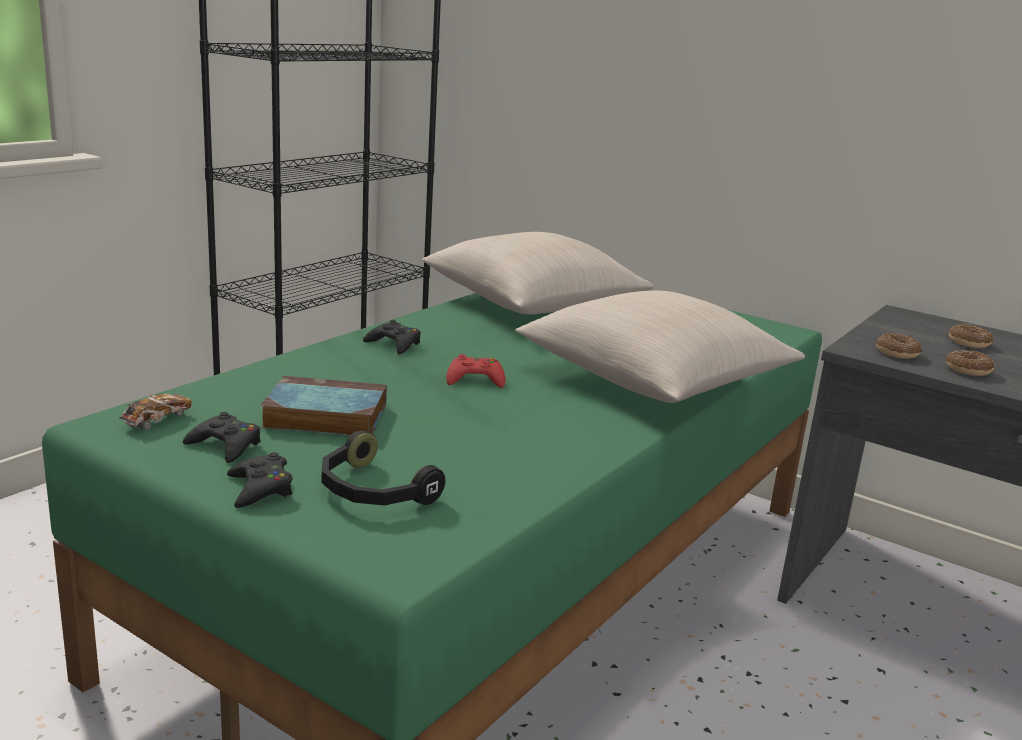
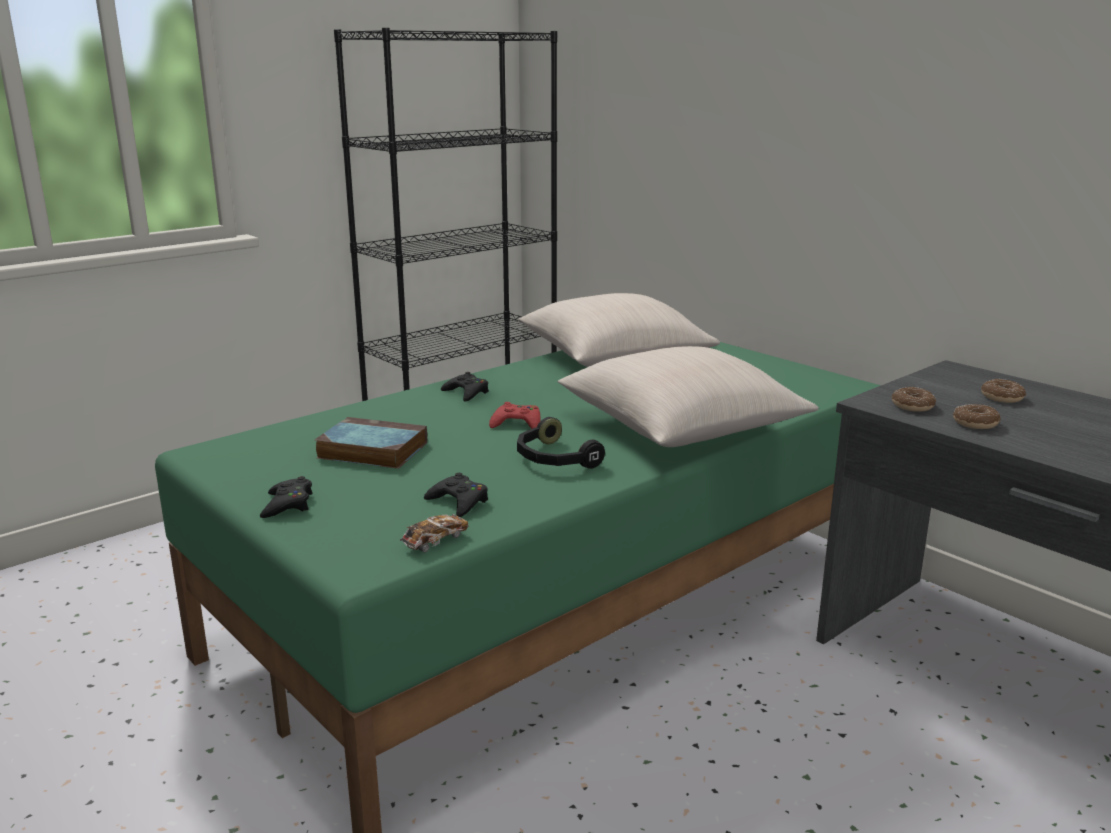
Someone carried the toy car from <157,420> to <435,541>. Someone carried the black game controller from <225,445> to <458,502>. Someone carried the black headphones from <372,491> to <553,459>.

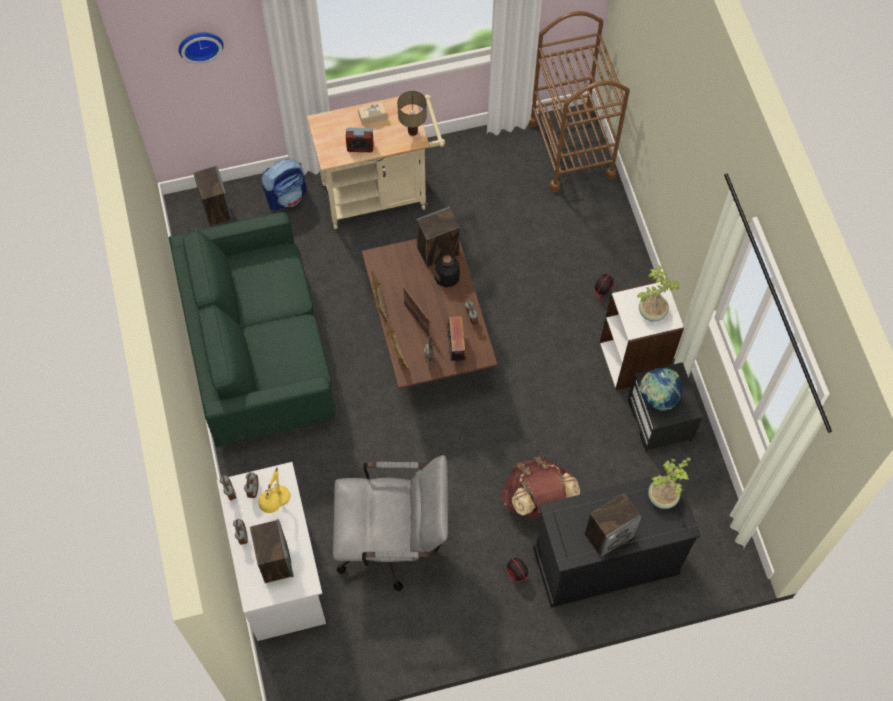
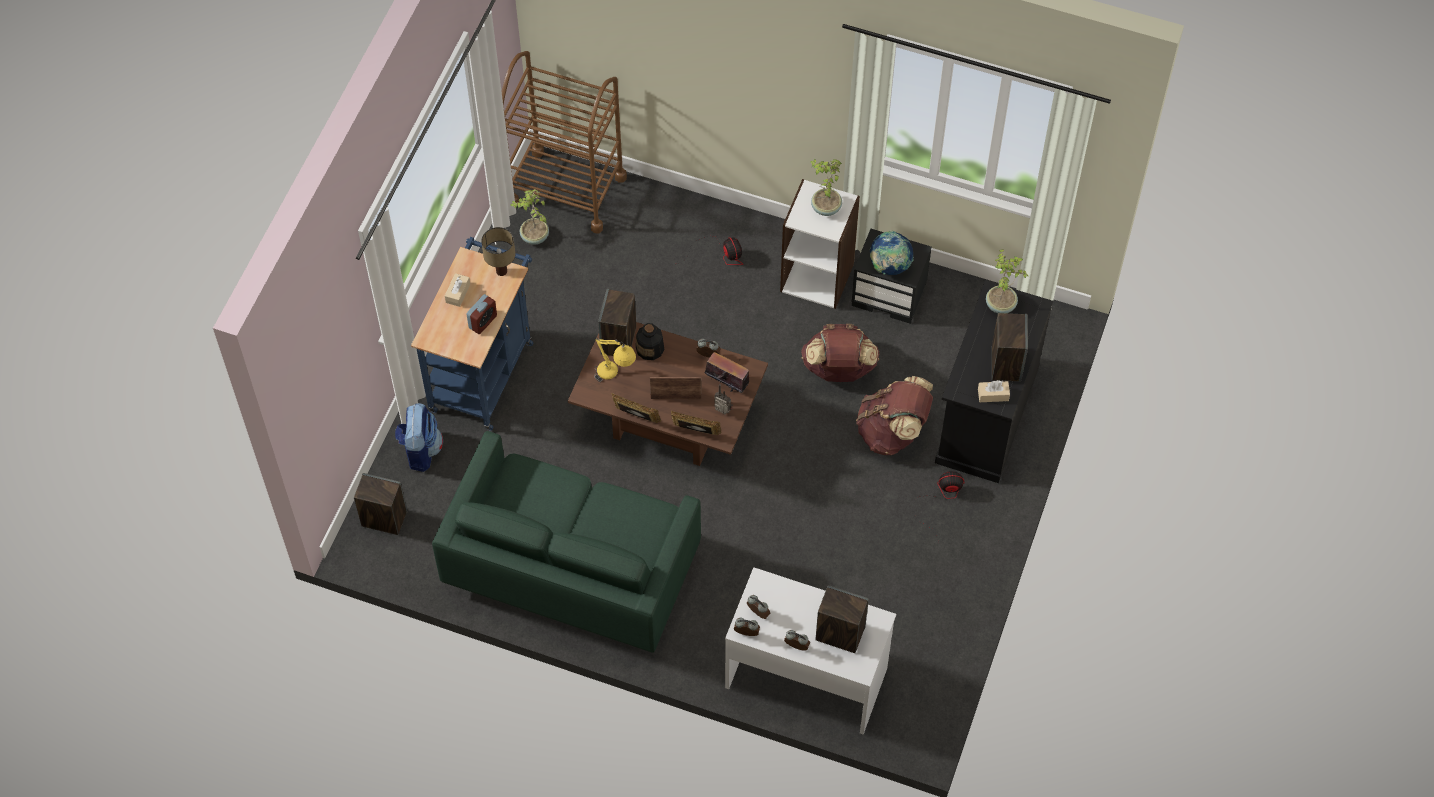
Someone took away the wall clock at <200,44>. Someone repainted the beige cart at <380,193>, which became the blue cart at <484,370>. Someone took away the grey office chair at <393,542>. Someone carried the yellow table lamp from <277,506> to <615,377>. Someone put down the potted plant at <534,237>. Someone put down the brown backpack at <839,370>. Someone put down the beige tissue box at <993,395>.

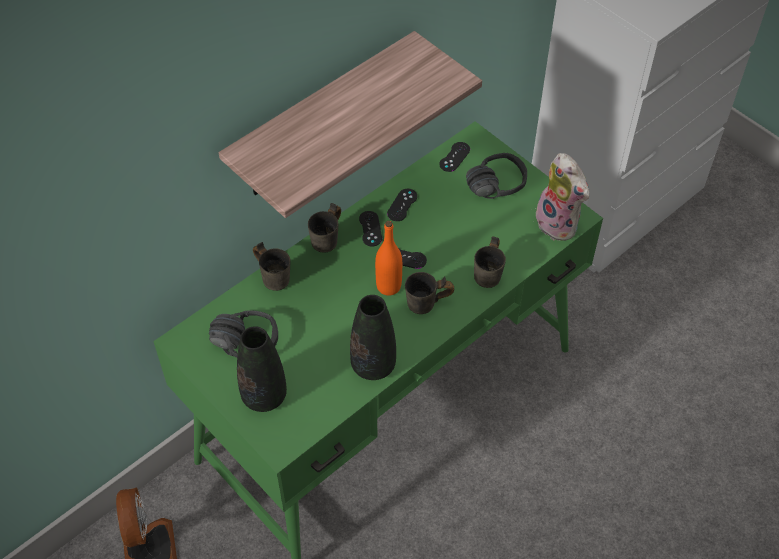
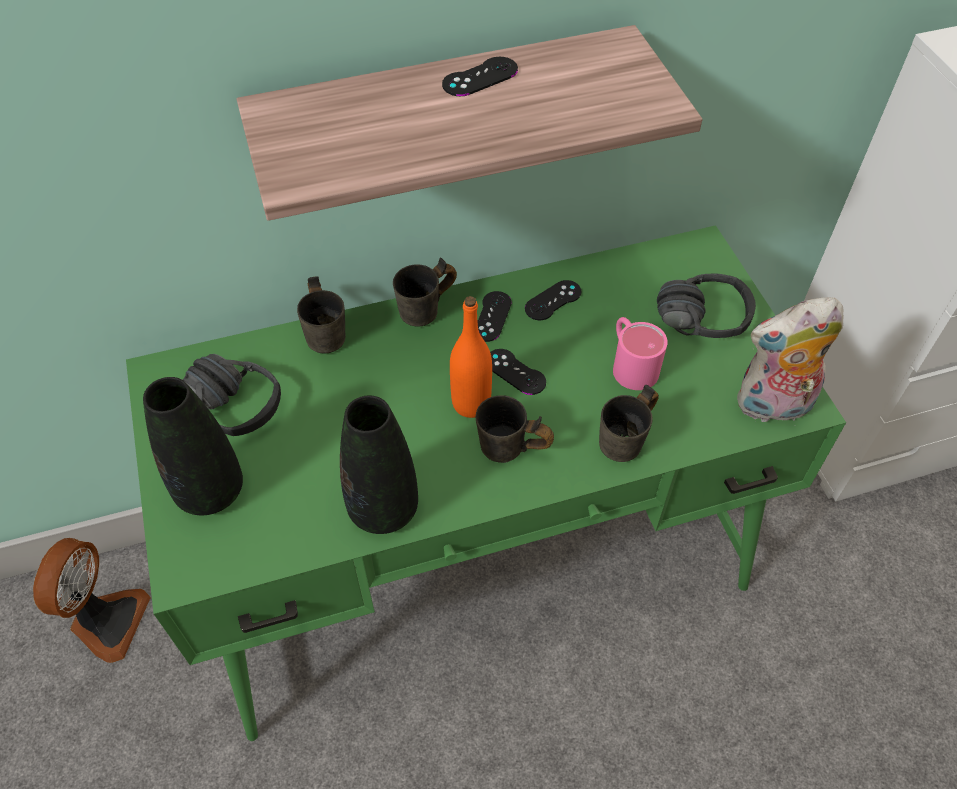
Someone carried the black game controller from <454,157> to <480,77>. Someone rotated the plush toy at <560,224> by 90 degrees clockwise. Someone put down the pink mug at <630,363>.

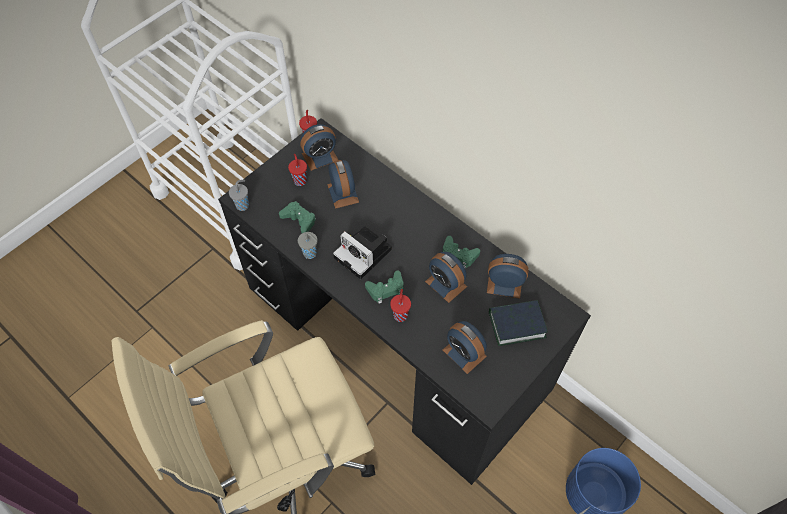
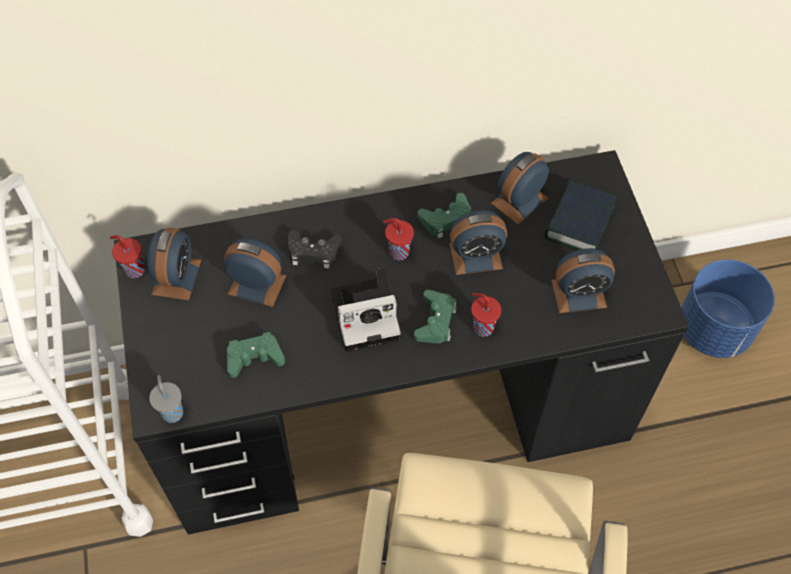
Someone carried the red cup from <300,180> to <398,252>. Someone took away the grey cup at <310,254>. Someone put down the black game controller at <313,252>.

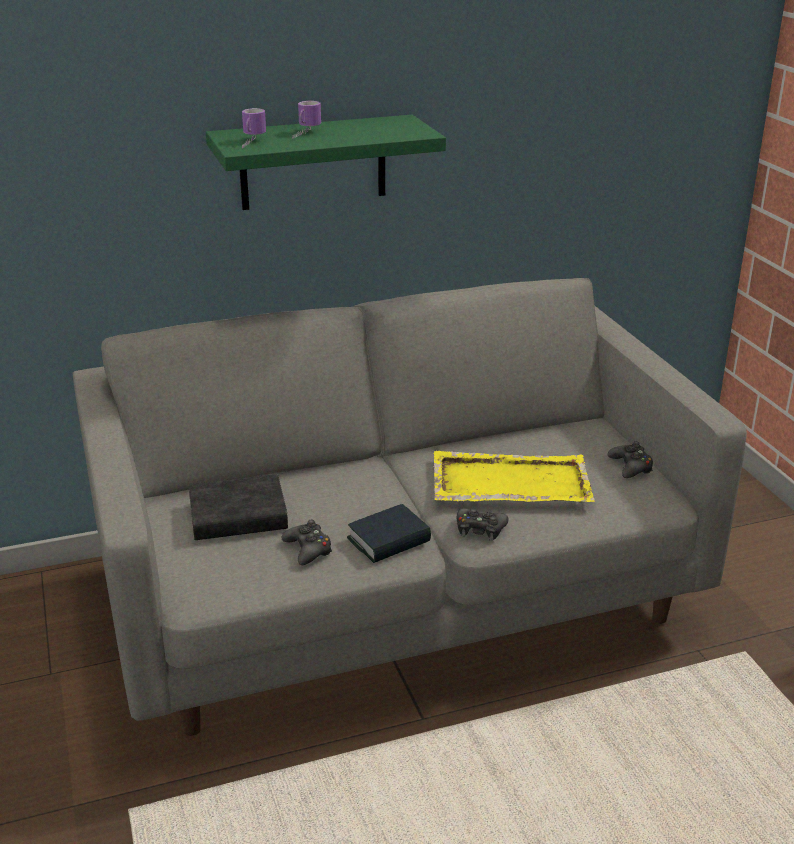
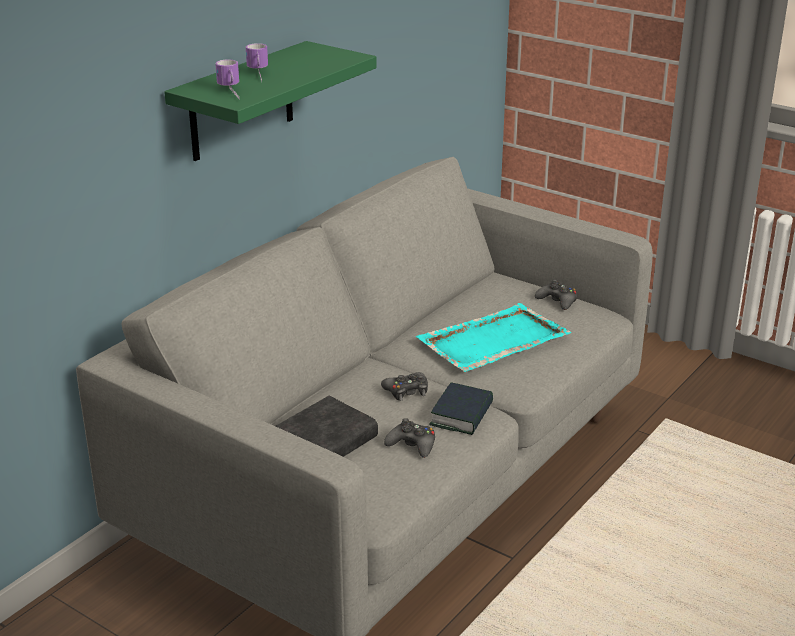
Someone repainted the yellow tray at <509,483>, which became the turquoise tray at <492,342>. Someone carried the black game controller from <480,529> to <406,391>.

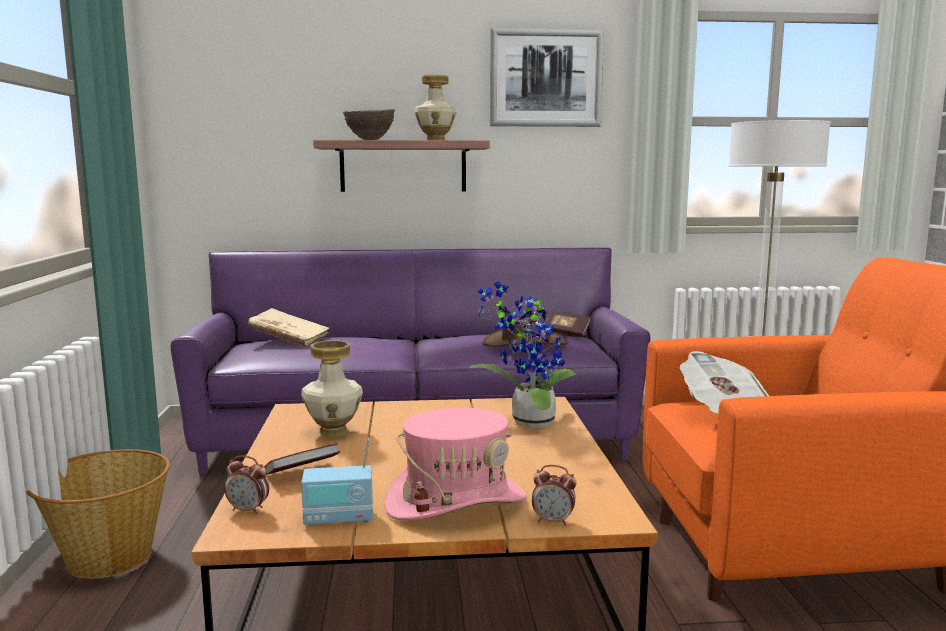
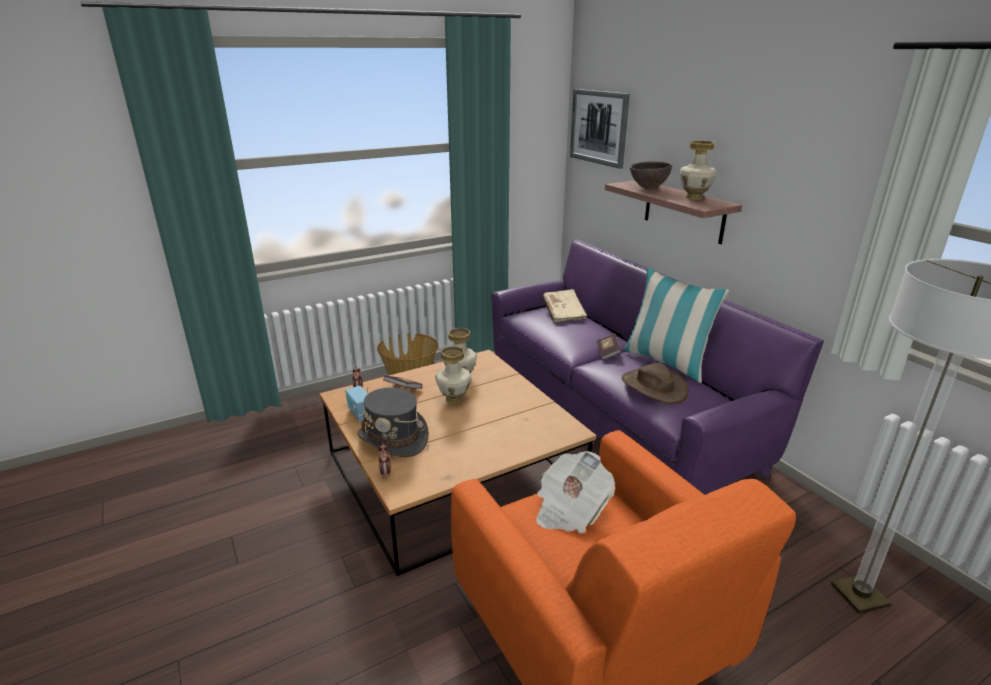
Someone carried the picture from <545,78> to <599,127>. Someone took away the potted plant at <527,422>. Someone carried the book from <566,333> to <607,353>. Someone repainted the pink hat at <456,502>, which became the grey hat at <394,438>. Someone put down the pillow at <666,362>. Someone put down the vase at <454,399>.

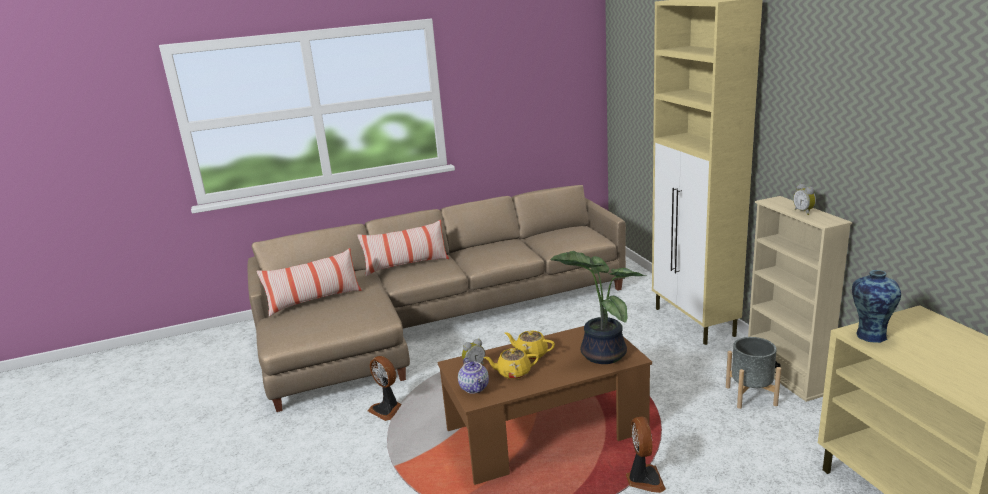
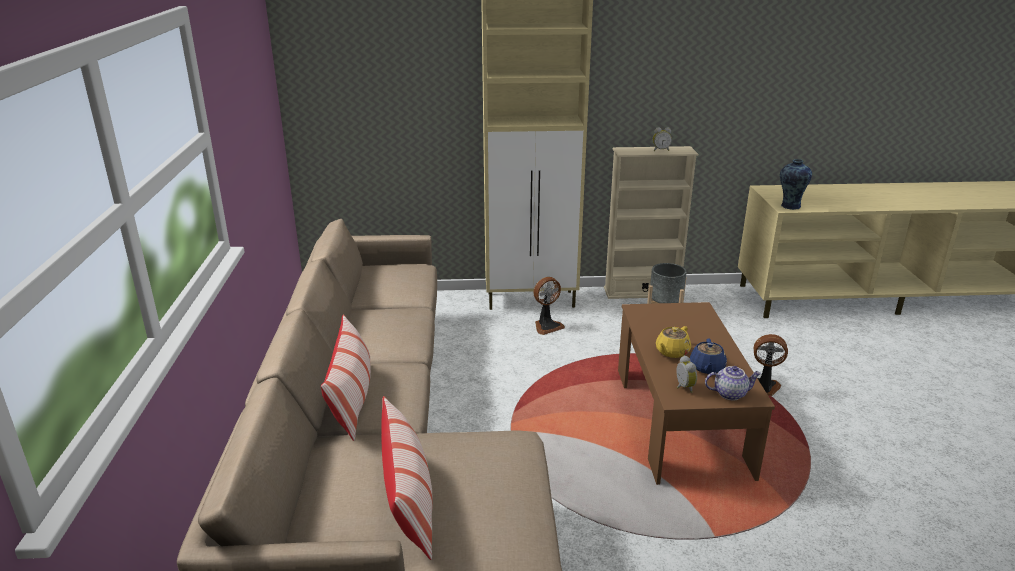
Someone took away the potted plant at <600,354>. Someone repainted the yellow teapot at <513,373>, which became the blue teapot at <707,368>. Someone carried the fan from <387,409> to <547,326>.

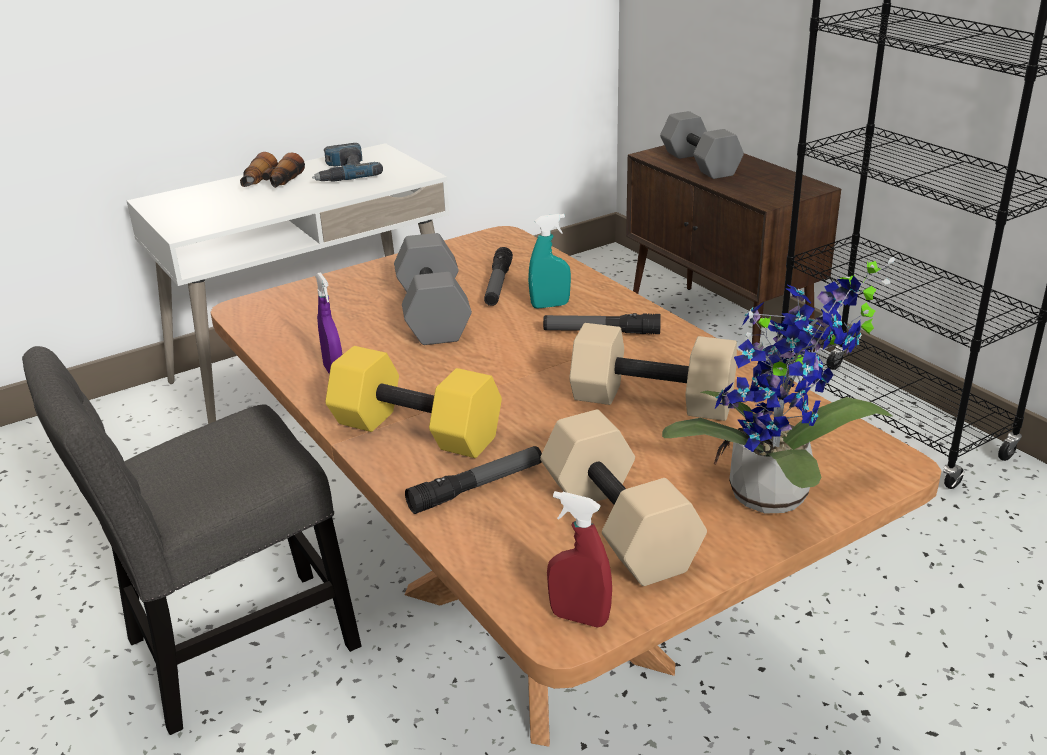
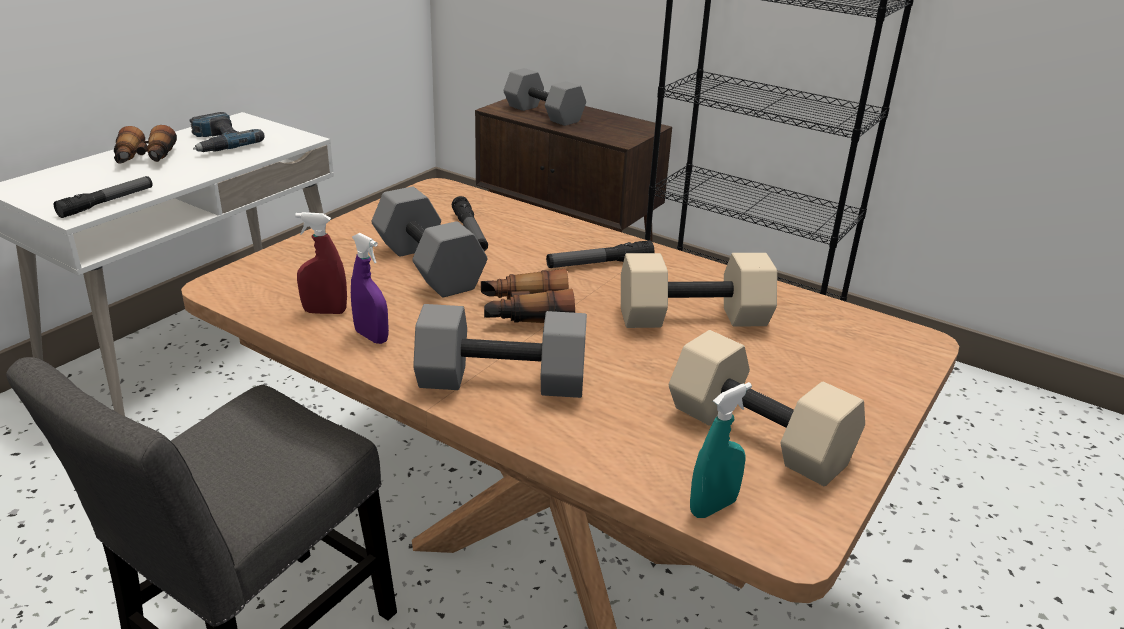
Someone carried the turquoise spray bottle from <550,305> to <713,507>. Someone took away the potted plant at <775,500>. Someone repainted the yellow dumbbell at <413,432>, which became the grey dumbbell at <500,382>. Someone carried the flashlight from <477,487> to <107,203>. Someone carried the red spray bottle from <579,618> to <325,311>. Someone put down the binoculars at <525,312>.

